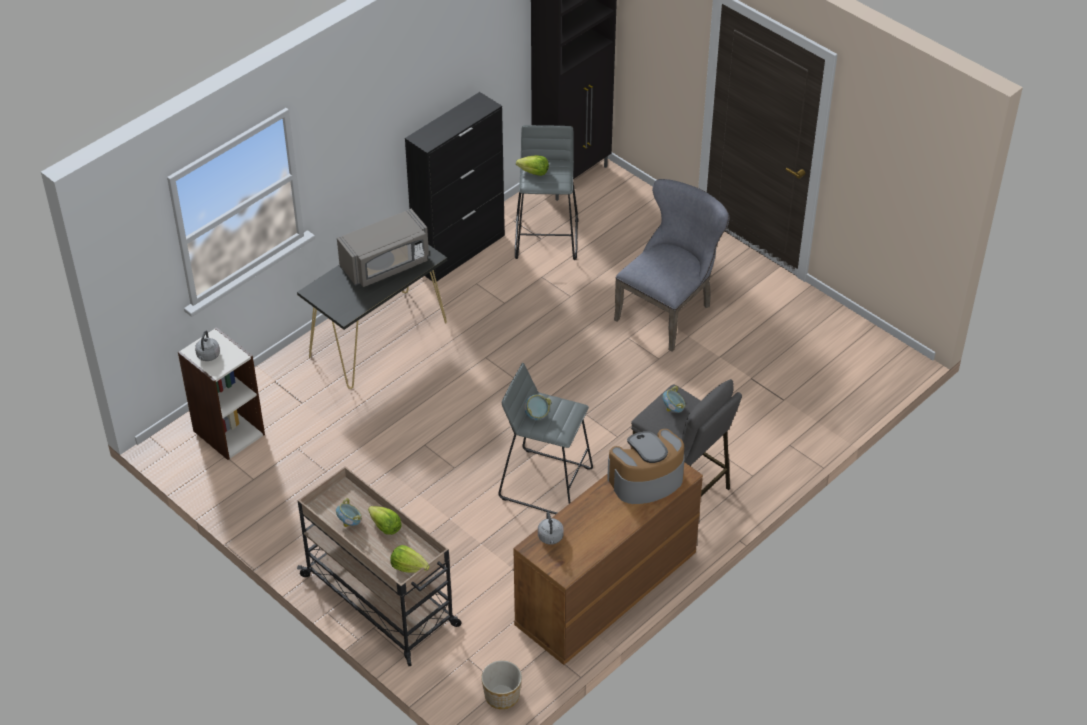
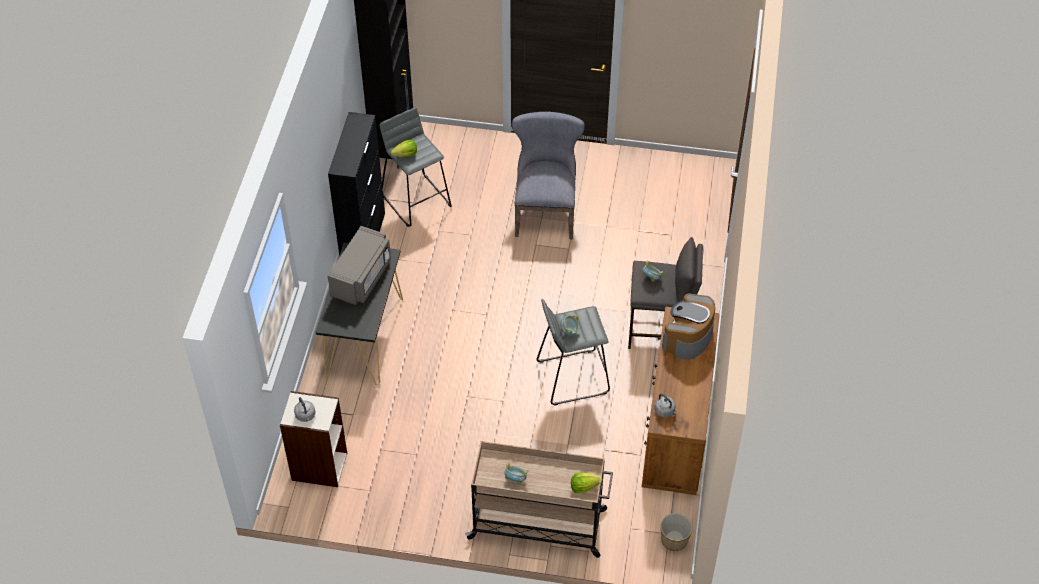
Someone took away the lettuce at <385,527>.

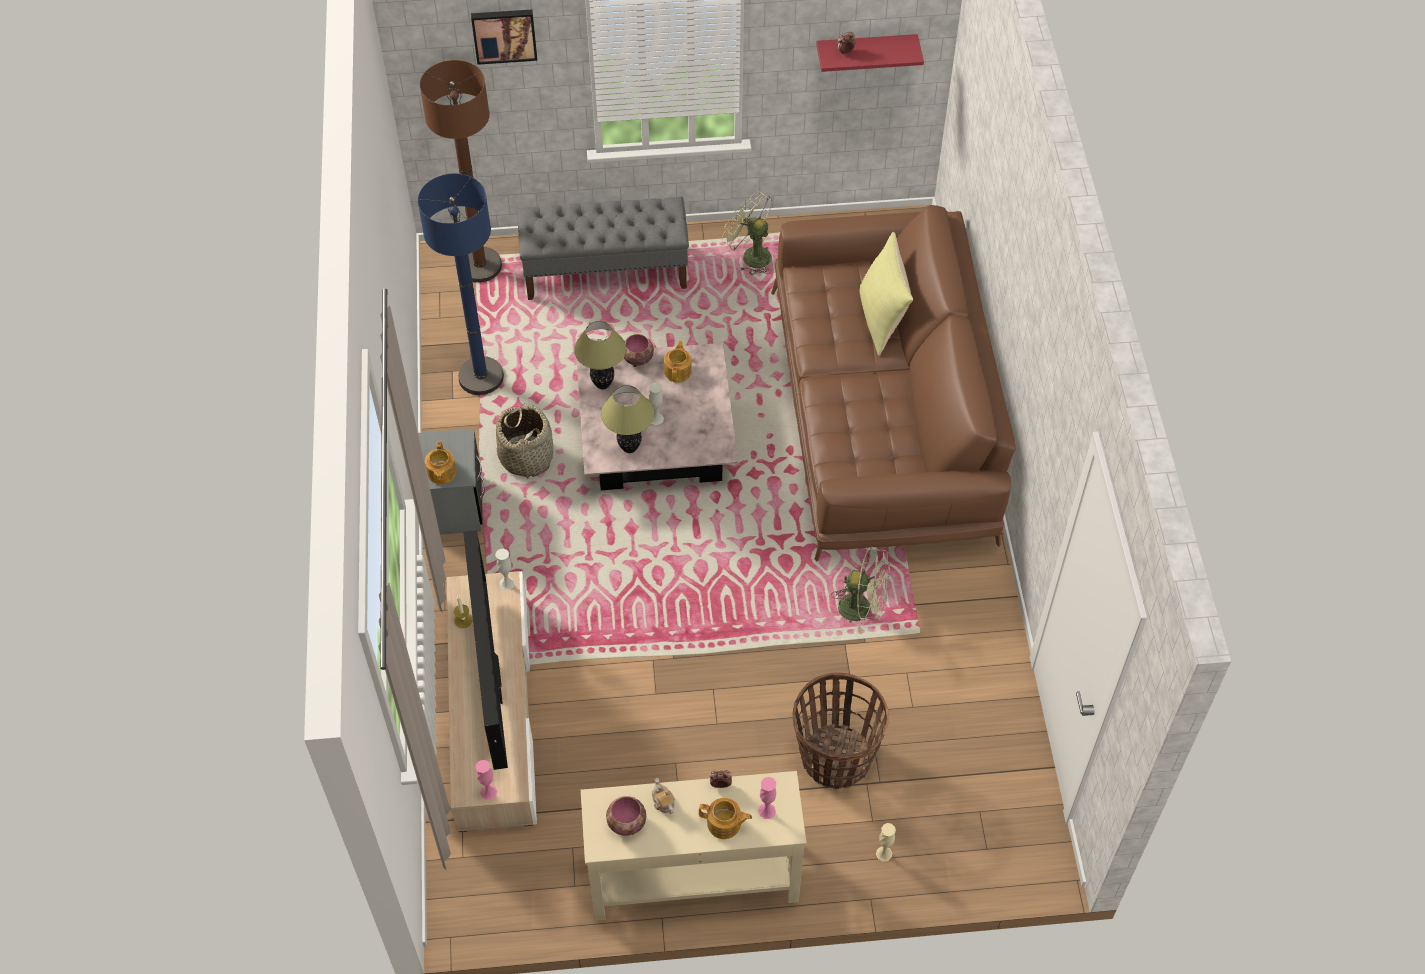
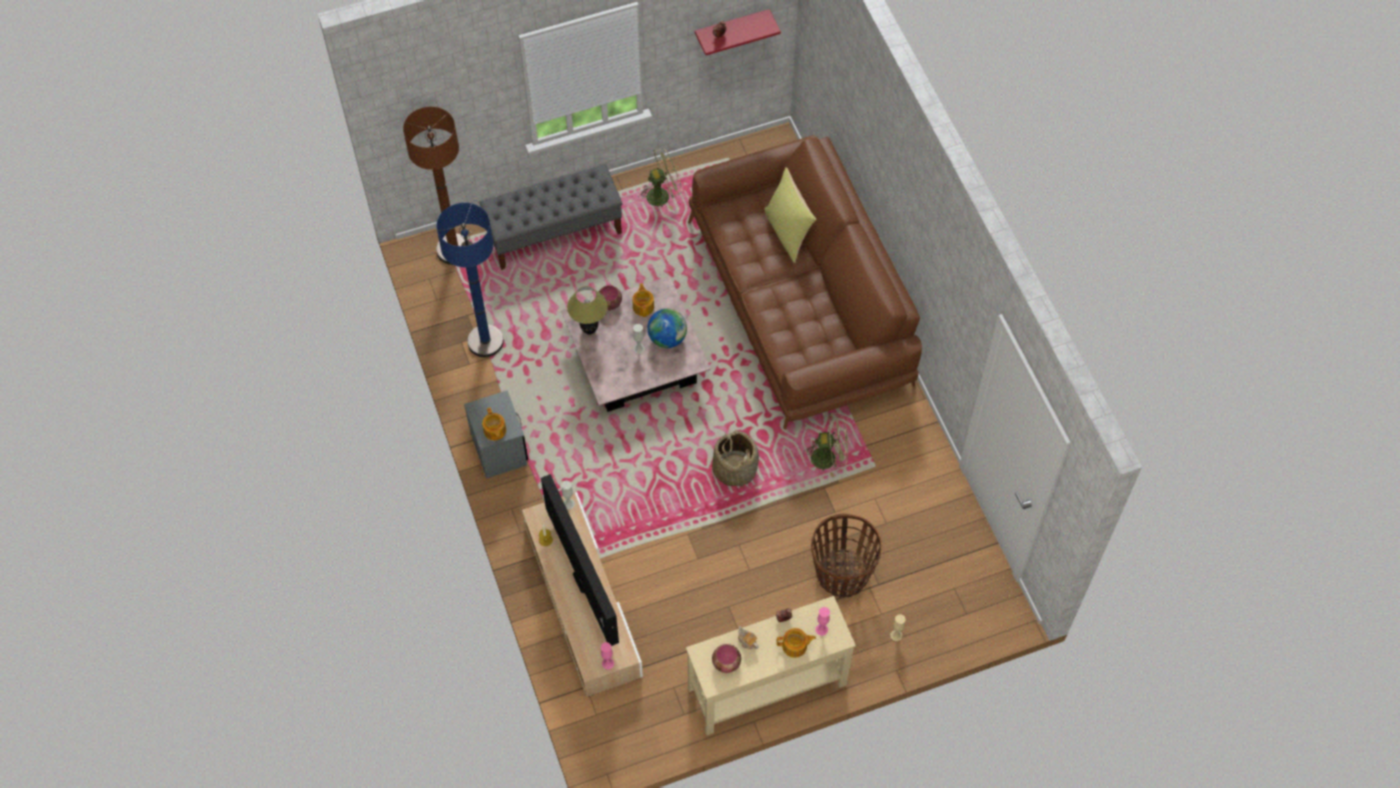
Someone took away the picture at <504,34>. Someone rotated the green fan at <750,255> by 135 degrees clockwise. Someone took away the table lamp at <630,448>. Someone carried the basket from <526,457> to <734,469>. Someone put down the globe at <667,338>.

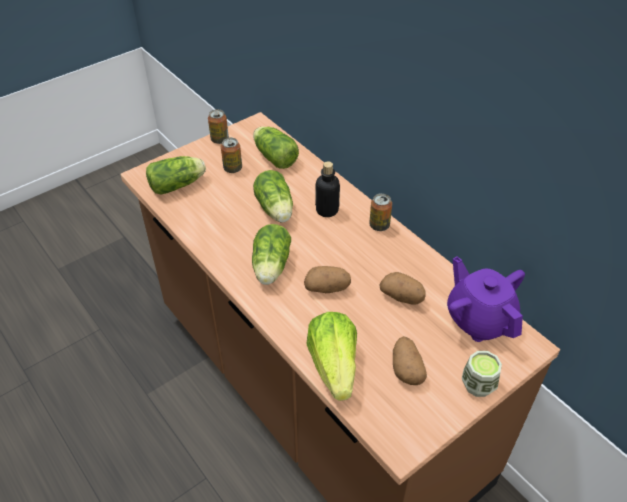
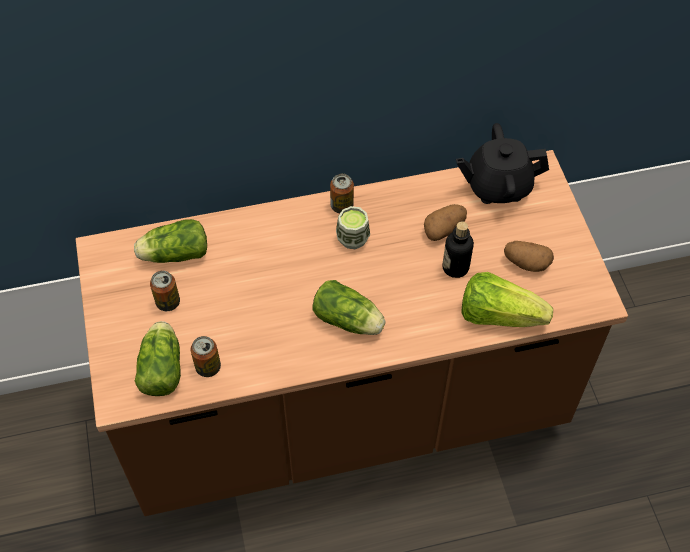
Someone carried the can from <219,139> to <208,367>. Someone carried the bottle from <327,210> to <455,267>. Someone took away the lettuce at <275,210>. Someone repainted the purple teapot at <479,319>, which became the black teapot at <497,186>. Someone took away the potato at <327,288>. Someone carried the cup from <478,385> to <353,238>.

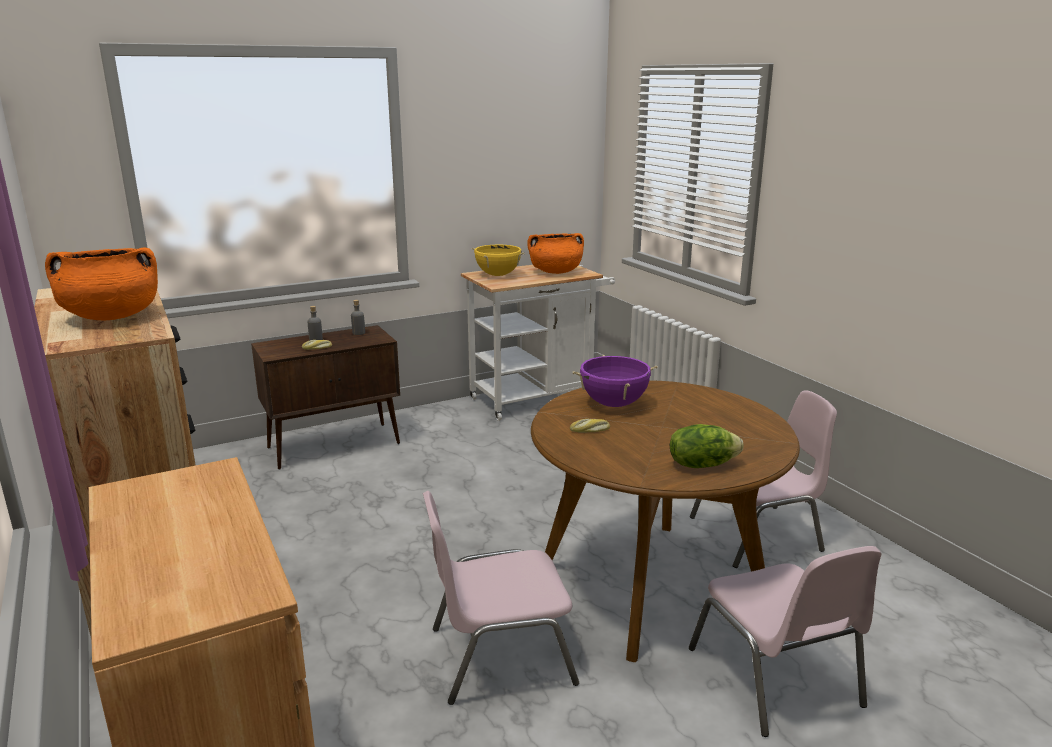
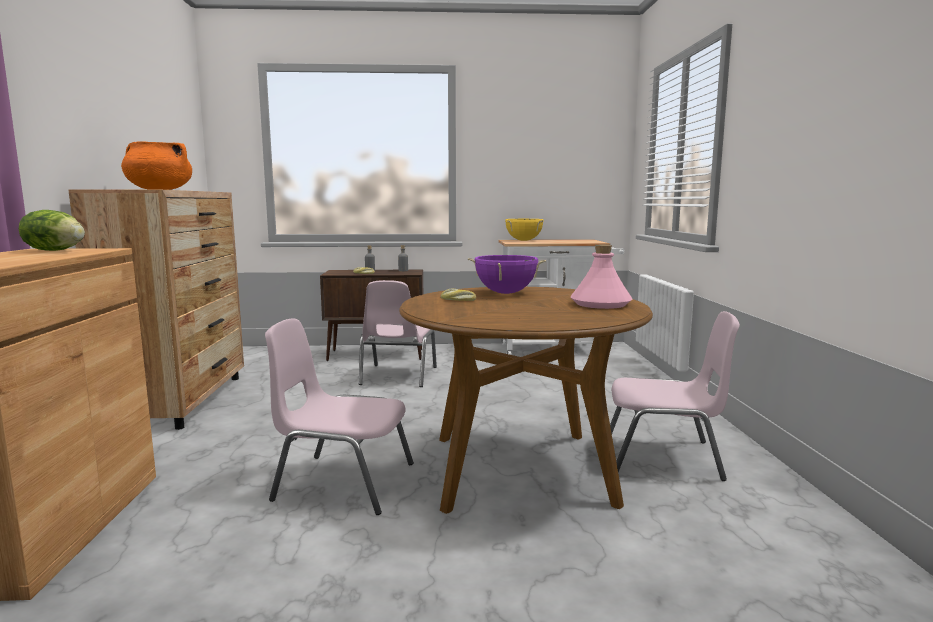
Someone took away the orange cooking pot at <555,272>. Someone carried the lettuce from <702,464> to <55,250>. Someone carried the pink chair from <776,678> to <397,376>. Someone put down the pink bottle at <601,304>.

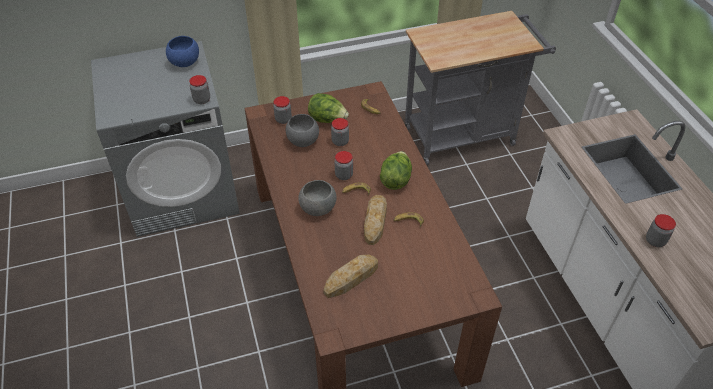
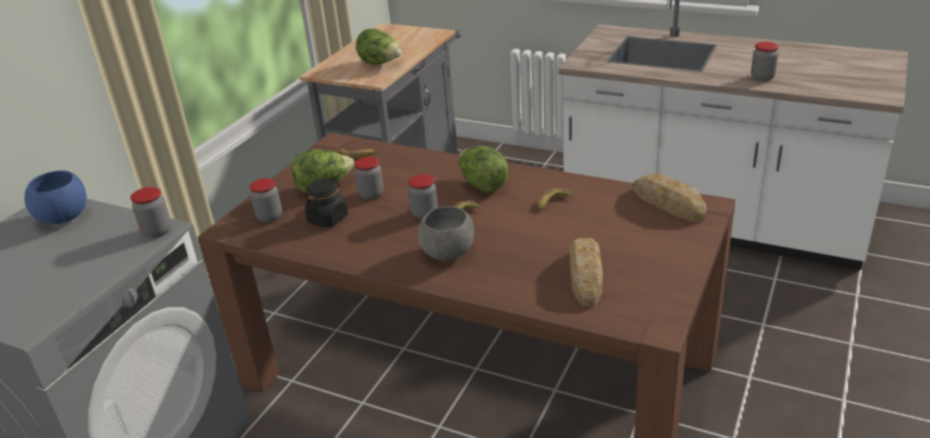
Someone swapped the grey bowl at <302,141> for the black jar at <328,219>. Someone carried the bread from <375,221> to <668,203>. Someone put down the lettuce at <380,64>.

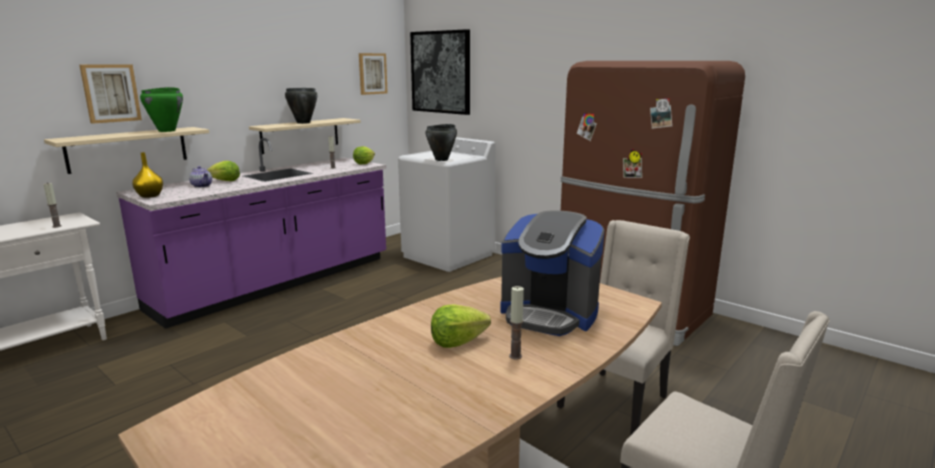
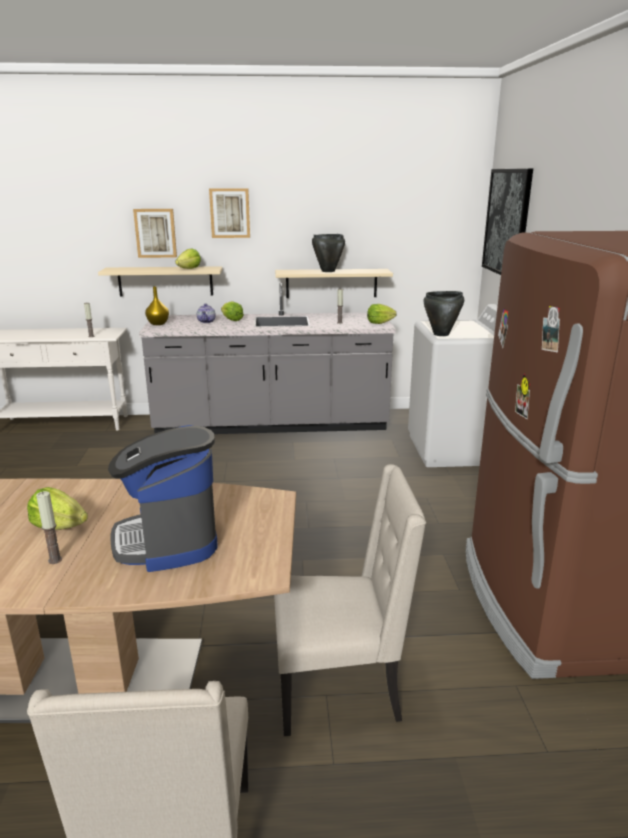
Someone carried the picture from <372,73> to <230,213>. Someone swapped the green cooking pot at <167,131> for the lettuce at <189,269>. Someone repainted the purple counter at <277,283>, which became the grey counter at <271,424>.

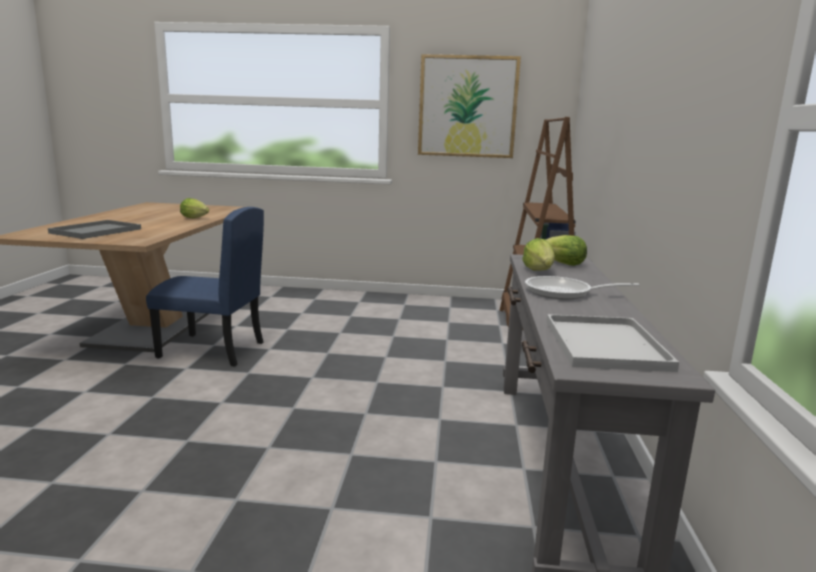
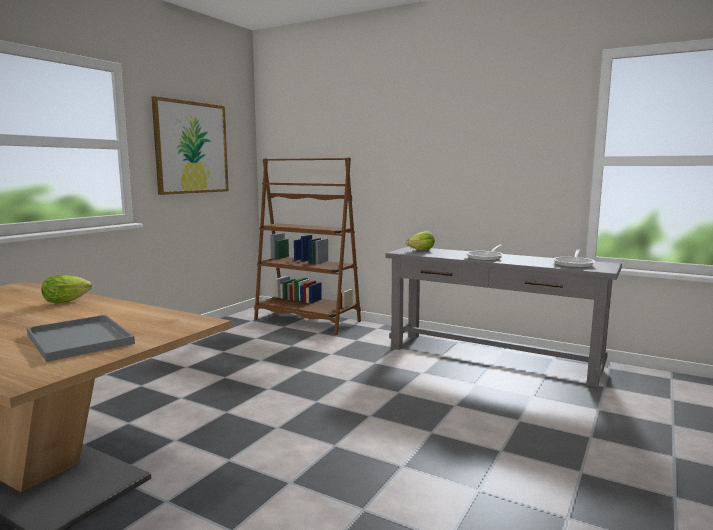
Someone took away the blue chair at <211,350>. Someone took away the lettuce at <539,271>. Someone swapped the white tray at <607,345> for the frying pan at <574,264>.

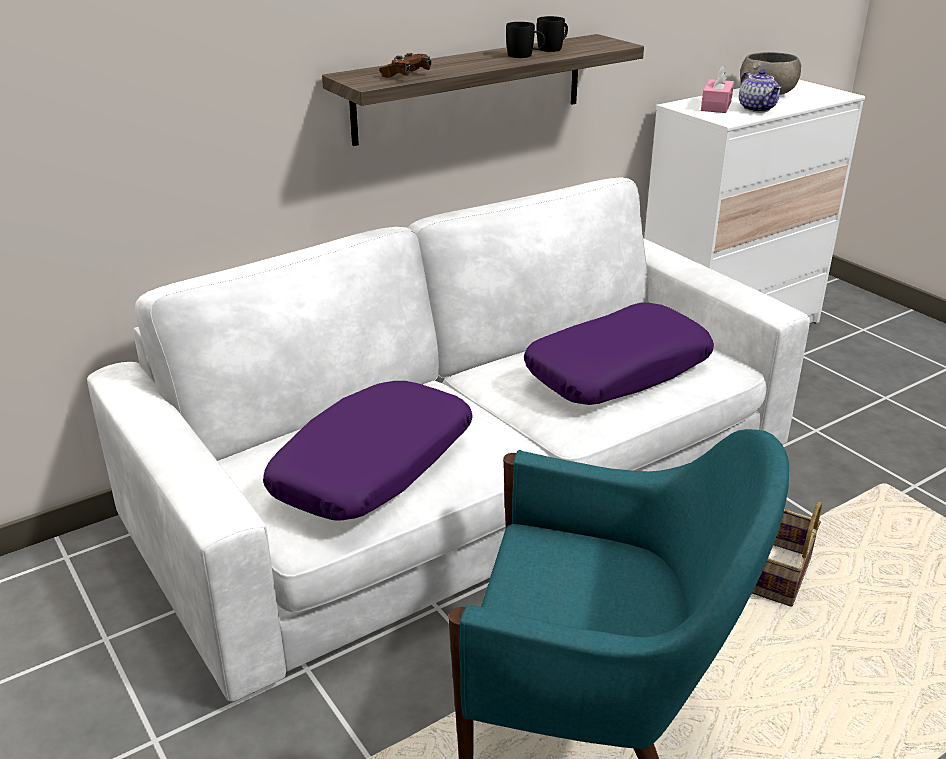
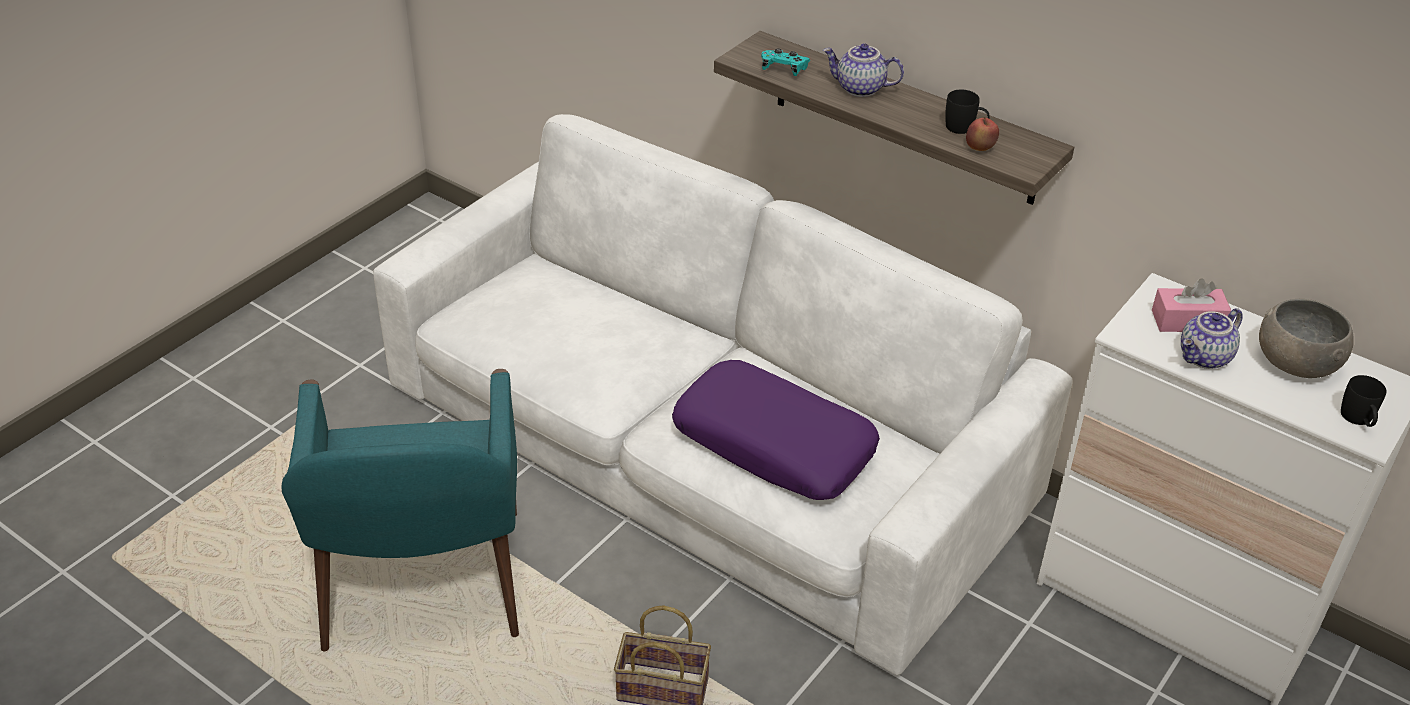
Someone carried the black mug from <525,56> to <1358,420>. Someone repainted the brown game controller at <406,75>, which became the turquoise game controller at <784,69>. Someone took away the purple pillow at <374,468>. Someone put down the teapot at <859,89>. Someone put down the apple at <980,148>.

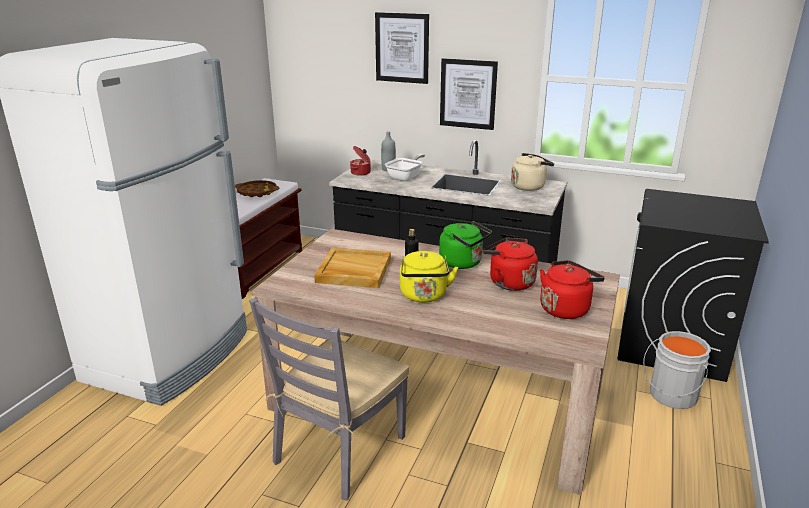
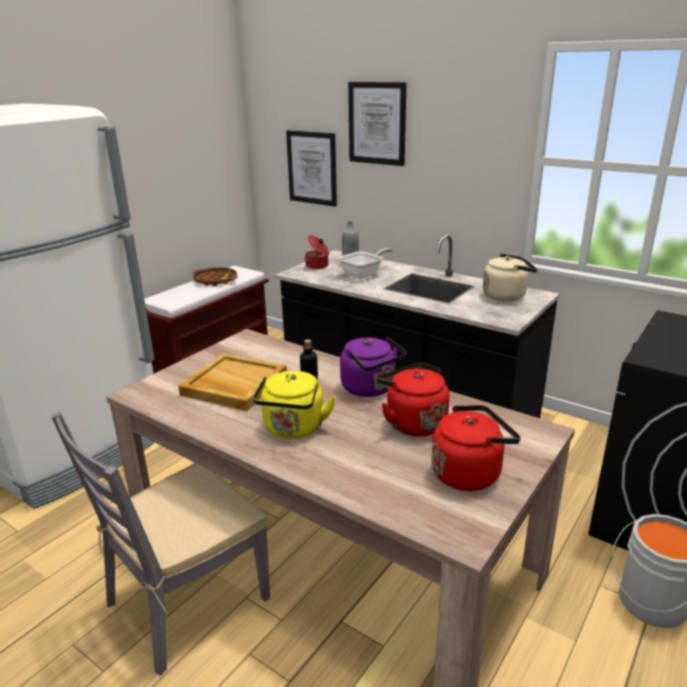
Someone carried the picture from <468,94> to <312,168>. Someone repainted the green kettle at <463,263>, which became the purple kettle at <371,389>.

